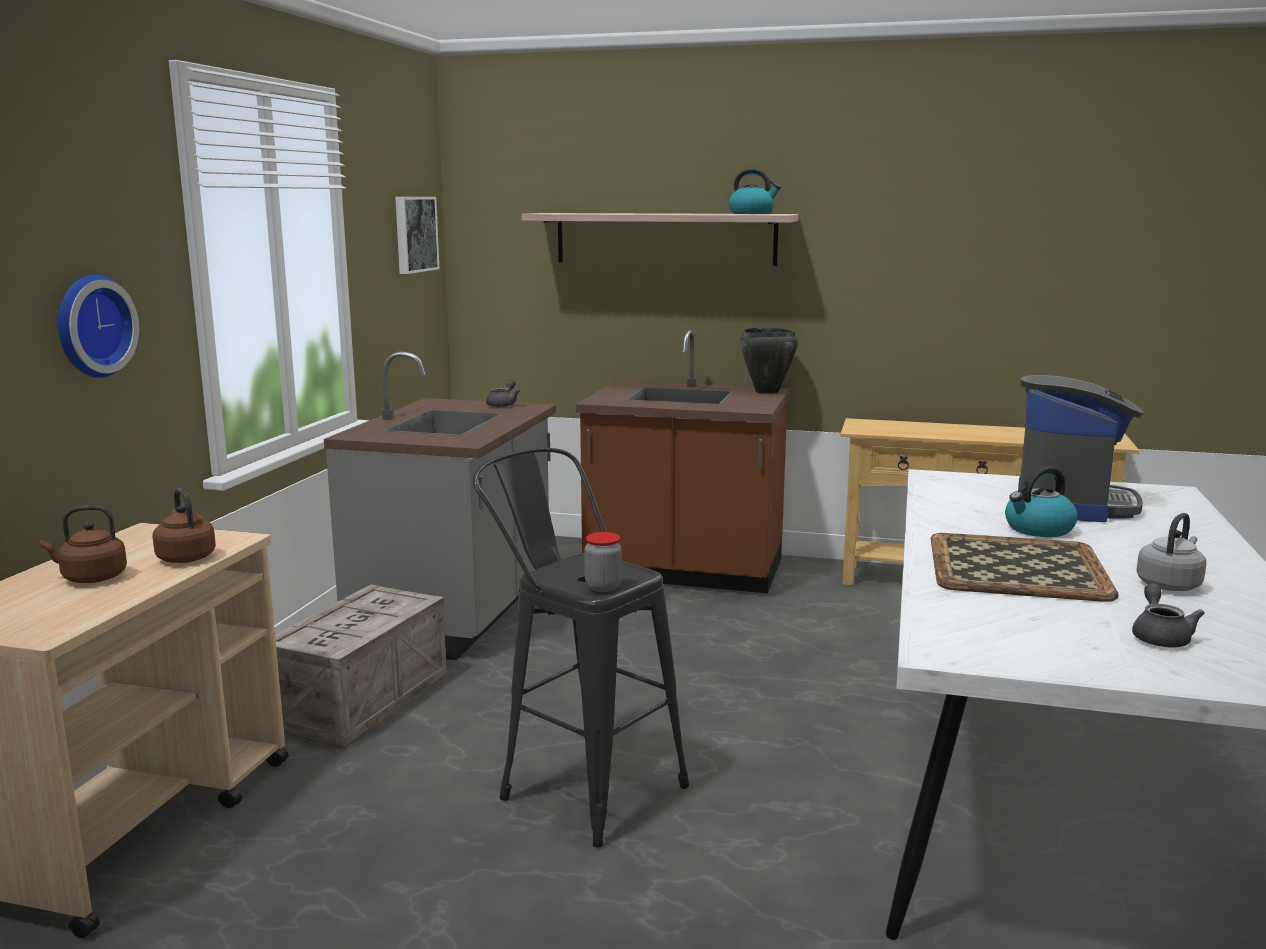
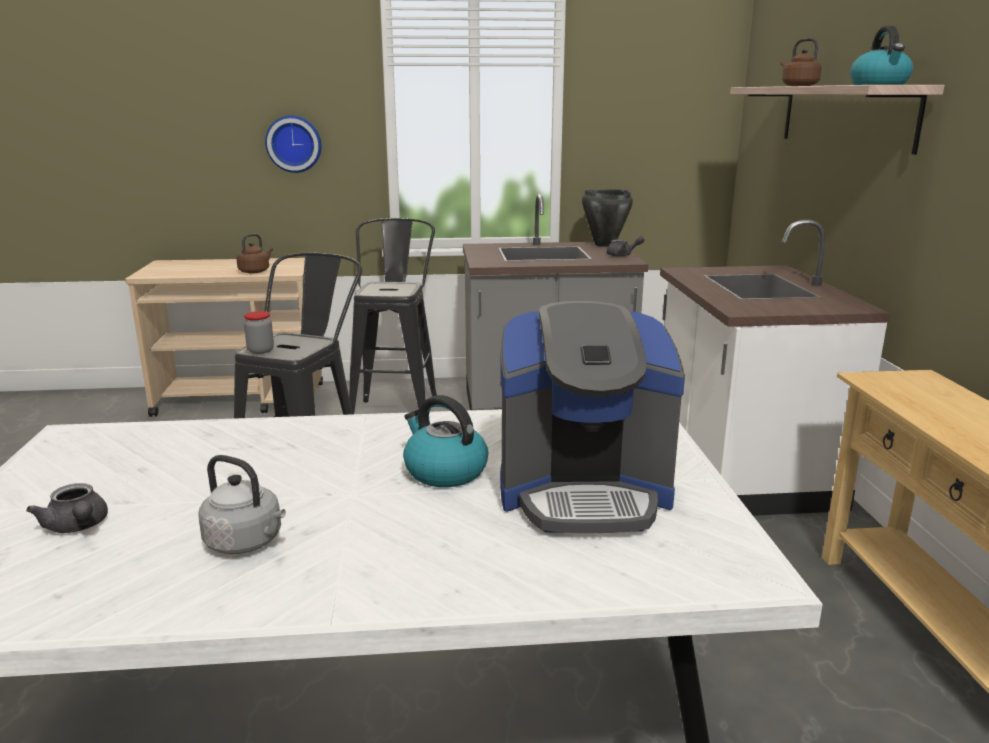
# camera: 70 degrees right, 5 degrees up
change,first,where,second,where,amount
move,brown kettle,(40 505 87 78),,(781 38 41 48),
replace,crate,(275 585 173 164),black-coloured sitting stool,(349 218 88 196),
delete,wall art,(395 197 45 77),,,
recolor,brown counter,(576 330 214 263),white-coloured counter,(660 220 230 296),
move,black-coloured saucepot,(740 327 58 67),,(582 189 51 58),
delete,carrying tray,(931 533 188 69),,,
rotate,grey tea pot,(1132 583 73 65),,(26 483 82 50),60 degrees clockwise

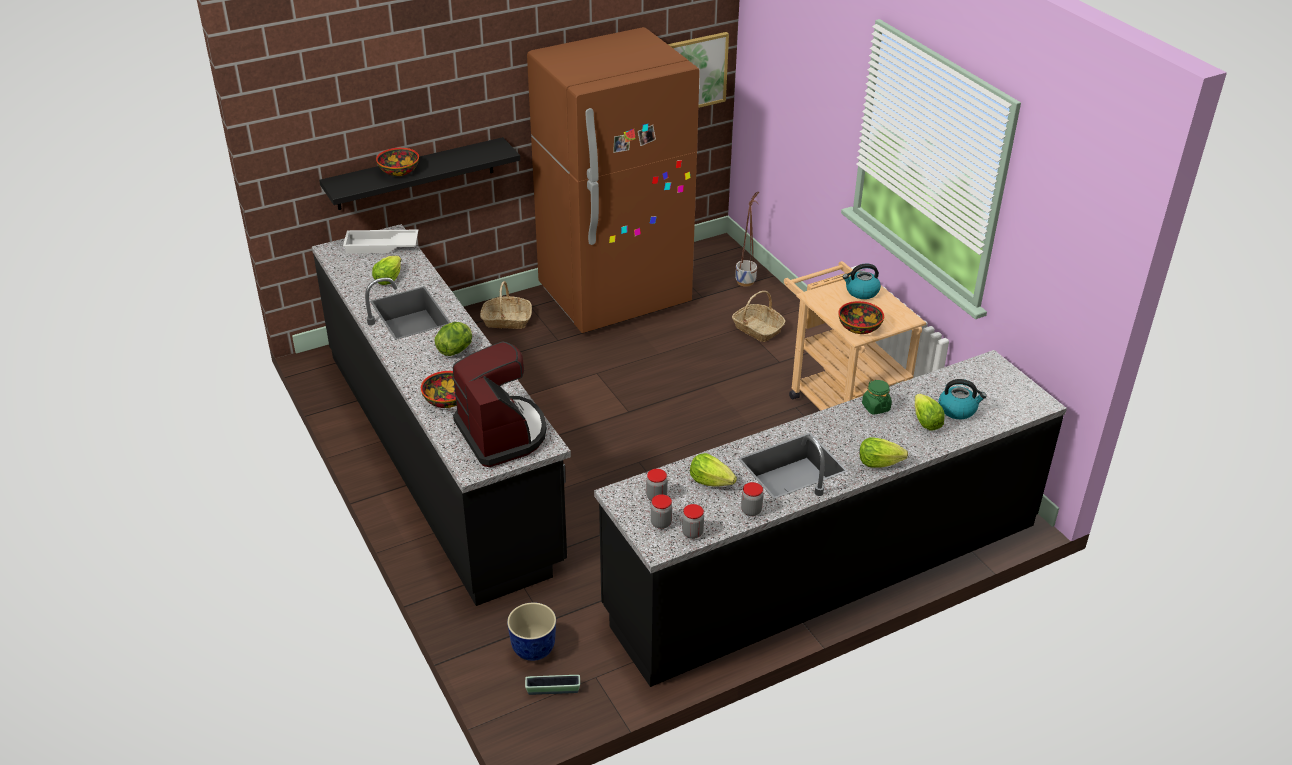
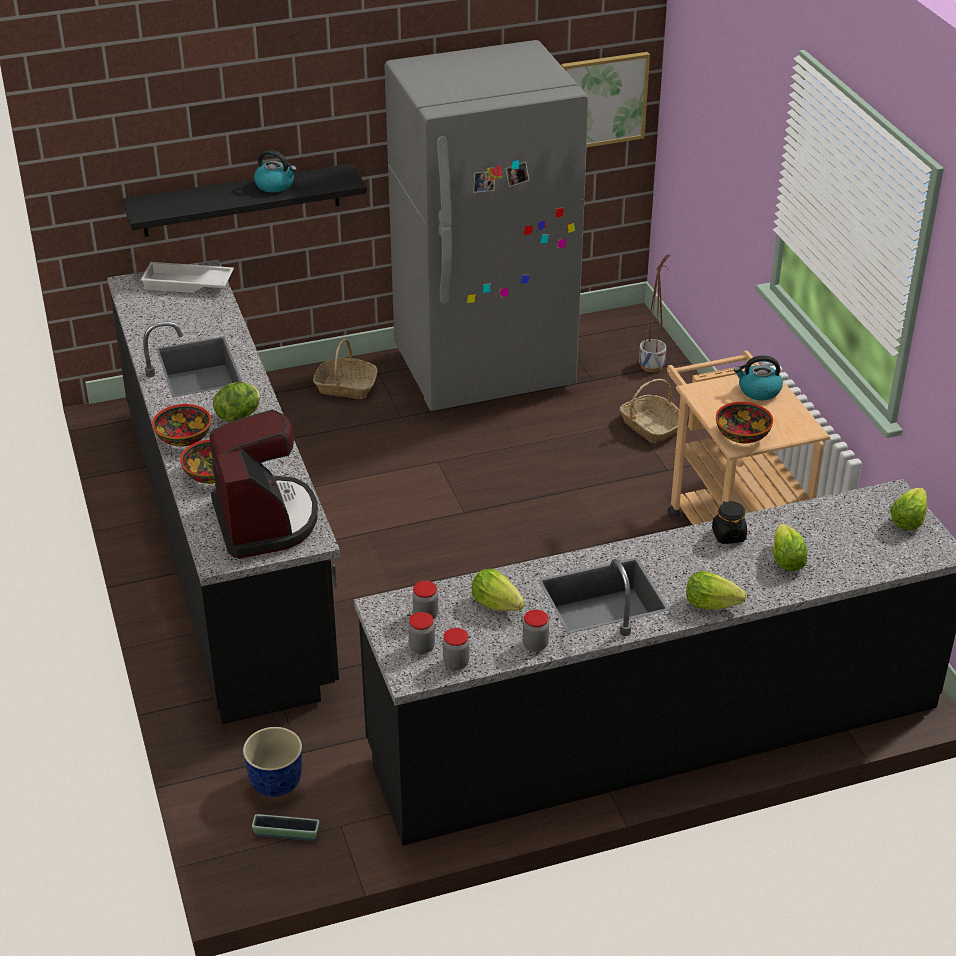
# camera: 10 degrees right, 0 degrees up
change,first,where,second,where,amount
move,lettuce head,(372 256 29 29),,(890 488 37 42),
move,serving bowl,(376 148 43 28),,(152 404 59 43),
recolor,brown fridge,(527 27 173 306),grey fridge,(384 40 204 371),
recolor,greenish preserve jar,(862 379 30 36),black-coloured preserve jar,(712 500 35 44),
move,kettle,(939 379 48 40),,(254 150 43 43),

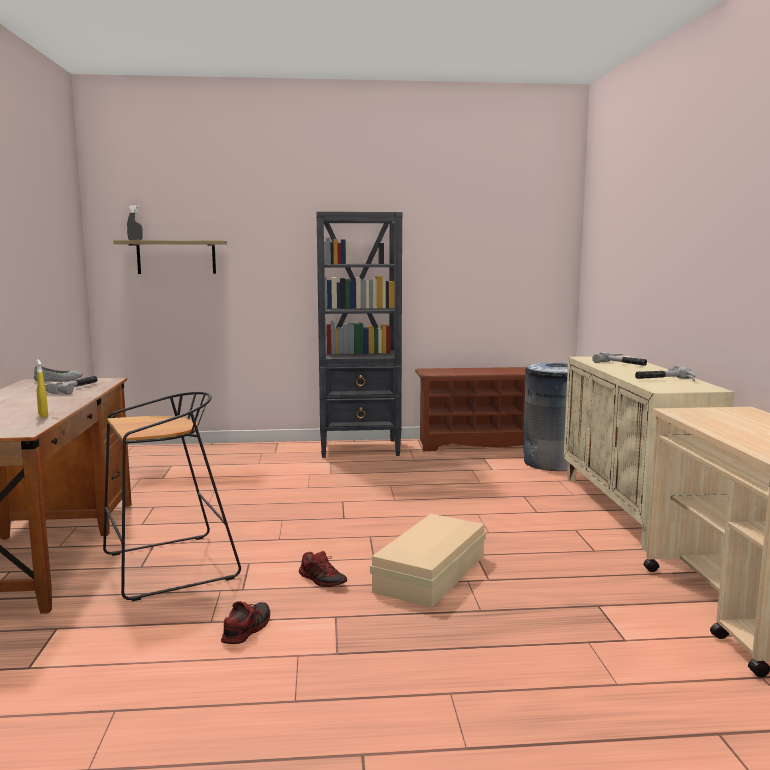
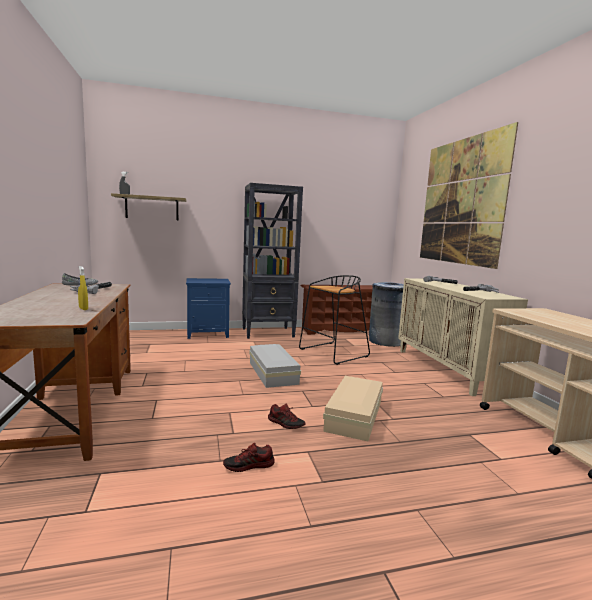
# camera: 10 degrees left, 0 degrees up
change,first,where,second,where,amount
move,black-coloured sitting stool,(103 392 138 210),,(299 275 71 90),
rotate,item of footwear,(221 601 49 43),,(223 443 52 29),120 degrees counterclockwise
insert,,,blue bedside table,(186 278 45 61),
insert,,,white-coloured storage box,(249 344 52 44),
insert,,,wall art,(420 122 98 147),

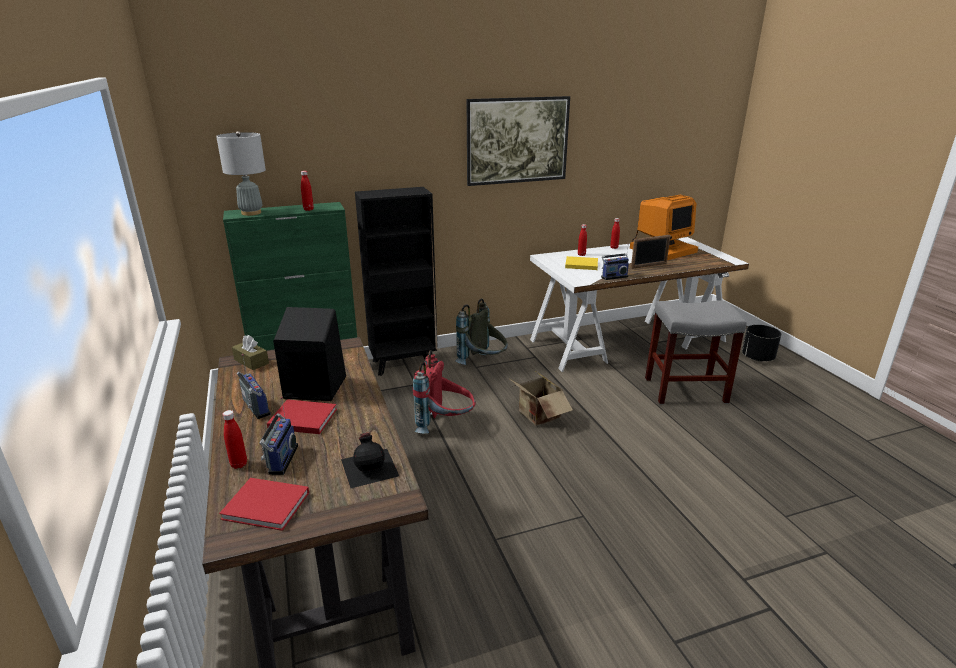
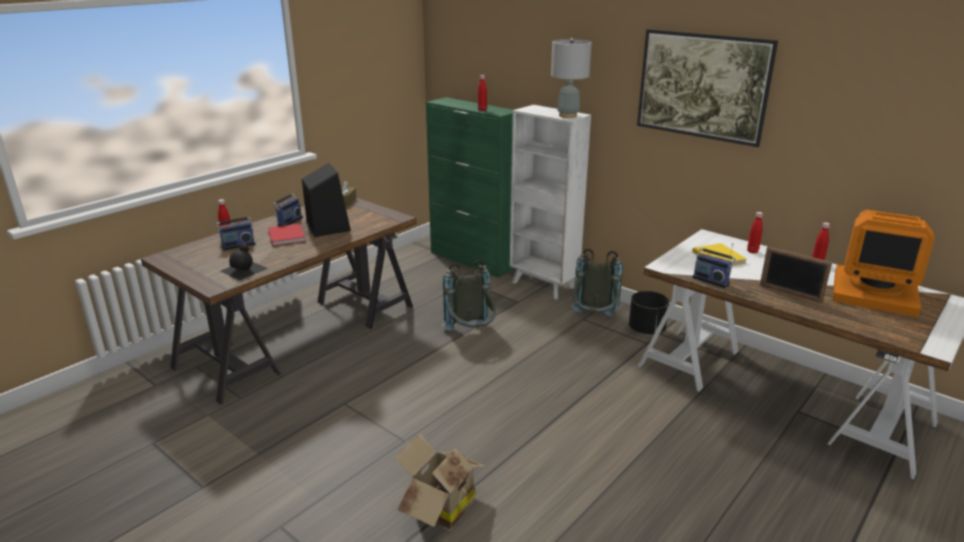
# camera: 60 degrees right, 0 degrees up
change,first,where,second,where,amount
move,grey table lamp,(216 131 50 85),,(551 38 41 80),
delete,red-coloured book,(219 478 90 53),,,
recolor,black-coloured bookshelf,(355 187 83 189),white-coloured bookshelf,(510 105 81 194),
recolor,red-coloured knapsack,(413 350 63 84),grey knapsack,(441 260 55 71),
move,packing box,(508 370 65 56),,(395 433 90 96),
delete,grey sitting stool,(645 300 101 104),,,
move,black-coloured planter,(742 325 39 36),,(629 291 40 43),

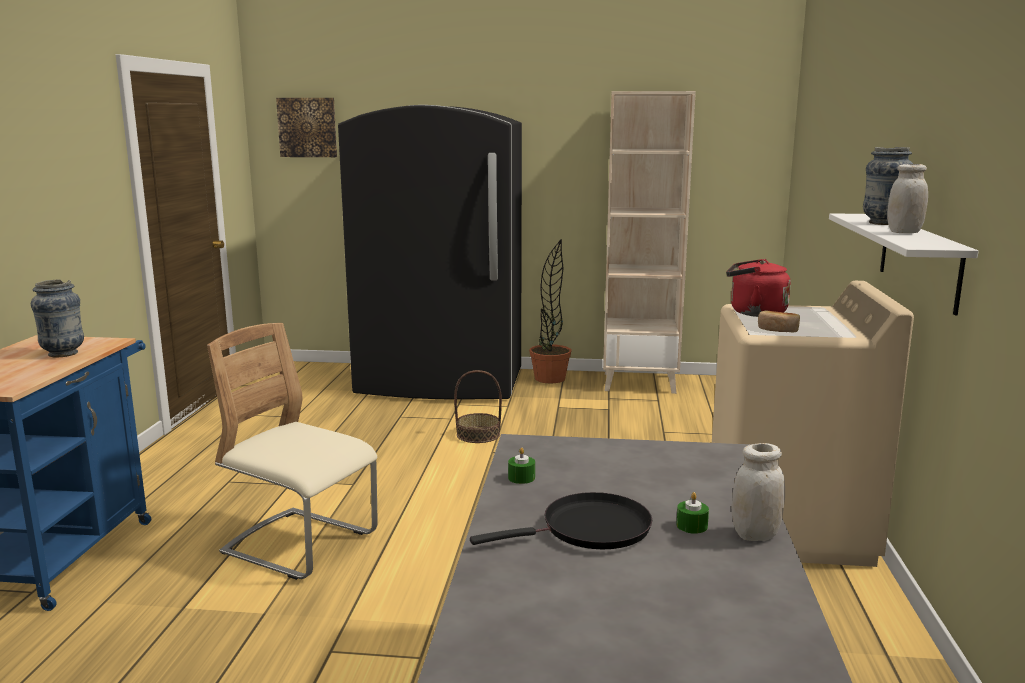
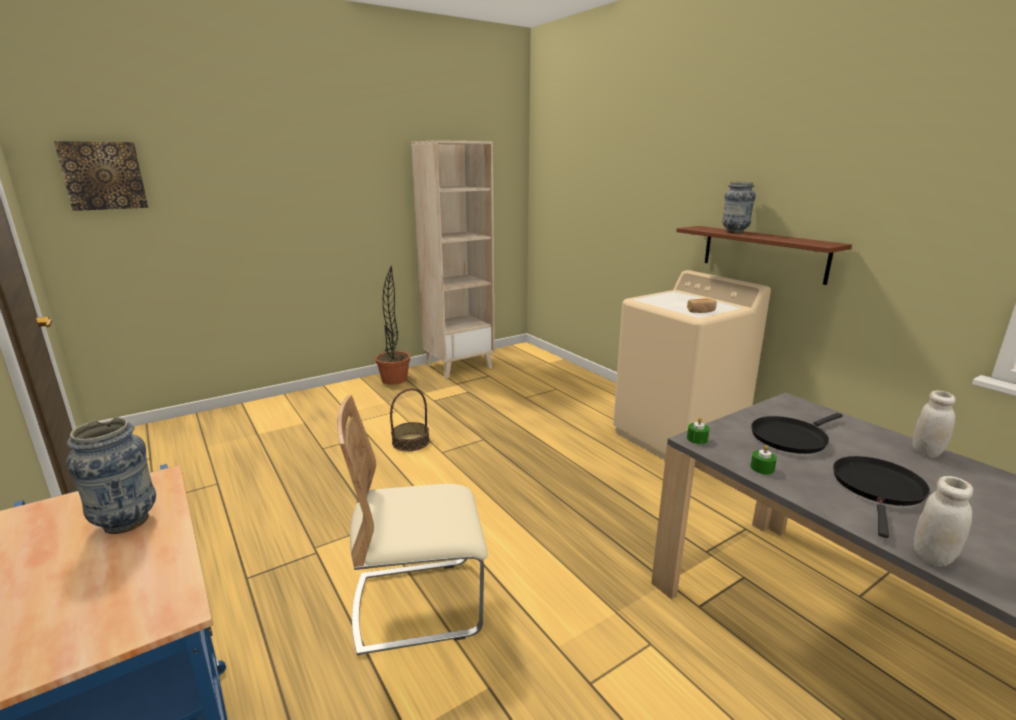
# camera: 40 degrees left, 5 degrees up
change,first,where,second,where,amount
delete,black-coloured fridge,(338 105 184 295),,,
move,greenish wax light,(676 492 33 42),,(687 417 23 27),
delete,red-coloured kettle,(726 259 65 58),,,
recolor,white-coloured wall shelf,(829 213 150 102),brown wall shelf,(676 226 176 59),
move,white-coloured preserve jar,(887 164 41 69),,(914 476 59 91),
insert,,,black-coloured frying pan,(751 413 92 41),

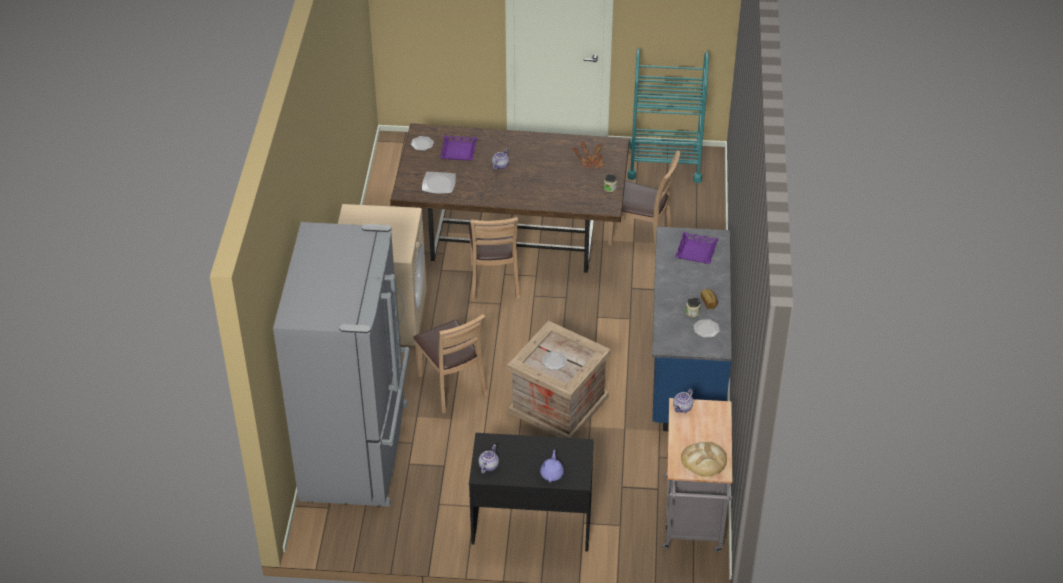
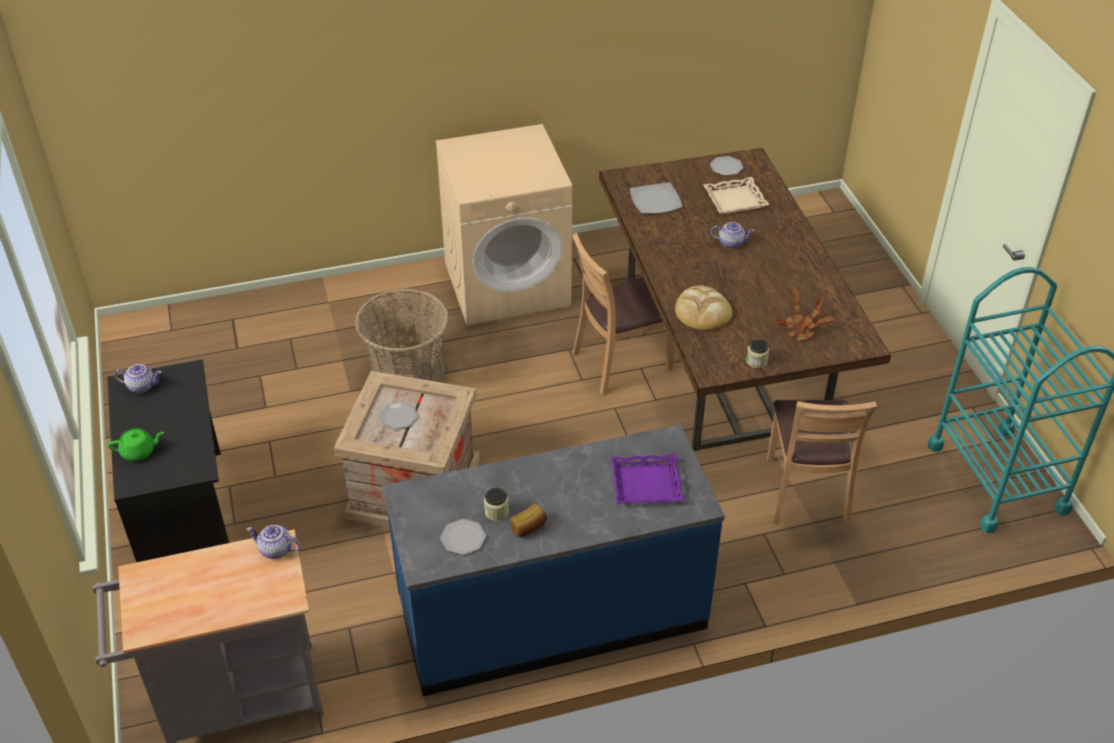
# camera: 70 degrees right, 0 degrees up
change,first,where,second,where,amount
delete,grey fridge,(273 222 137 285),,,
replace,brown plain chair,(414 314 73 99),household basket,(355 289 94 94),
recolor,purple carrying tray,(440 135 37 26),sand-coloured carrying tray,(703 177 67 37),
recolor,purple tea pot,(540 450 24 33),greenish tea pot,(108 428 56 33),
move,bread,(681 442 46 34),,(675 285 57 45),

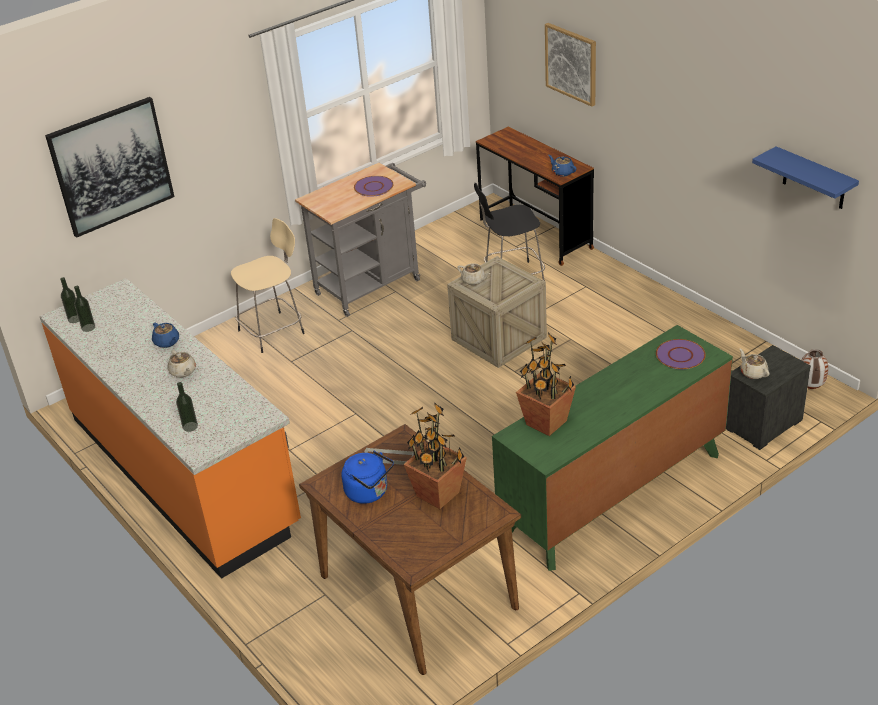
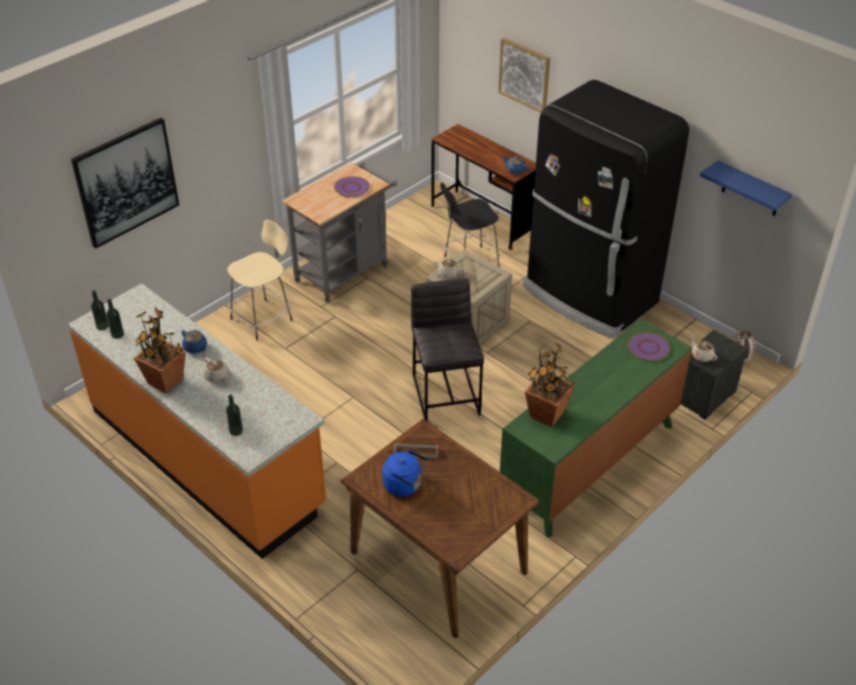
# camera: 10 degrees left, 5 degrees up
change,first,where,second,where,amount
move,potted plant,(403 402 64 107),,(134 307 52 86),
insert,,,grey sitting stool,(411 278 73 143),
insert,,,black-coloured fridge,(523 80 166 258),

